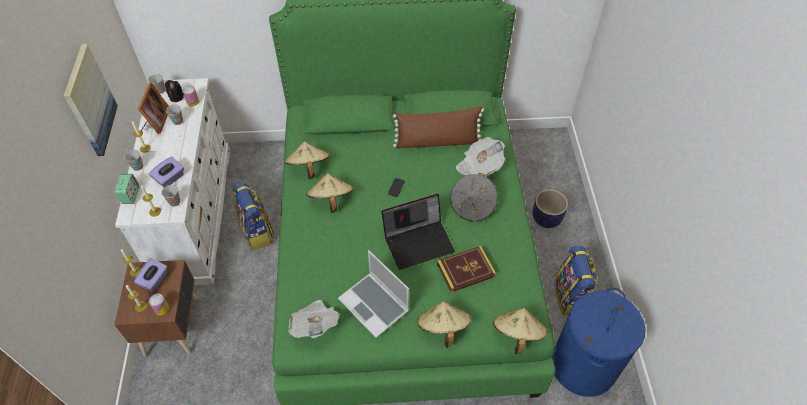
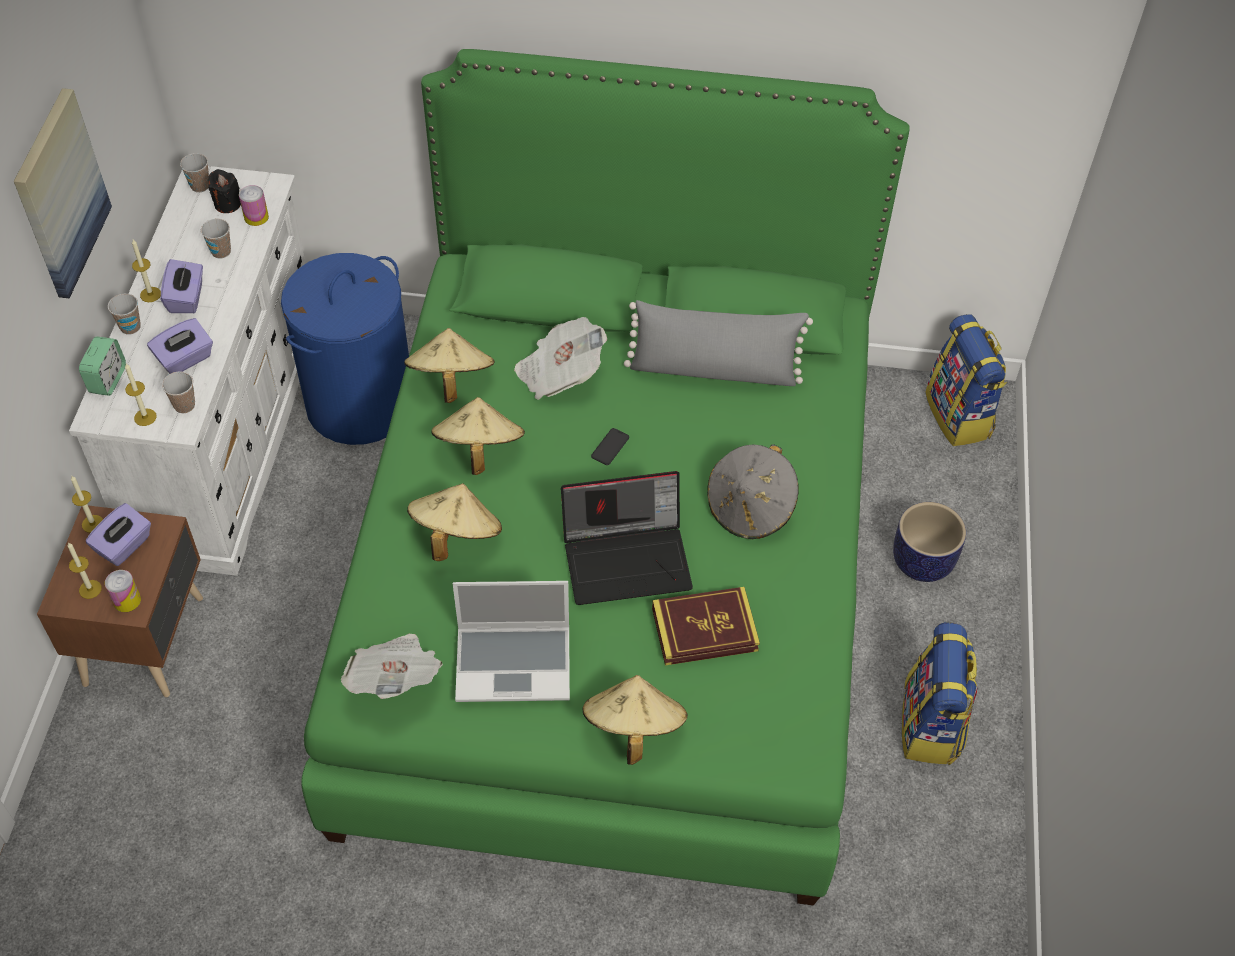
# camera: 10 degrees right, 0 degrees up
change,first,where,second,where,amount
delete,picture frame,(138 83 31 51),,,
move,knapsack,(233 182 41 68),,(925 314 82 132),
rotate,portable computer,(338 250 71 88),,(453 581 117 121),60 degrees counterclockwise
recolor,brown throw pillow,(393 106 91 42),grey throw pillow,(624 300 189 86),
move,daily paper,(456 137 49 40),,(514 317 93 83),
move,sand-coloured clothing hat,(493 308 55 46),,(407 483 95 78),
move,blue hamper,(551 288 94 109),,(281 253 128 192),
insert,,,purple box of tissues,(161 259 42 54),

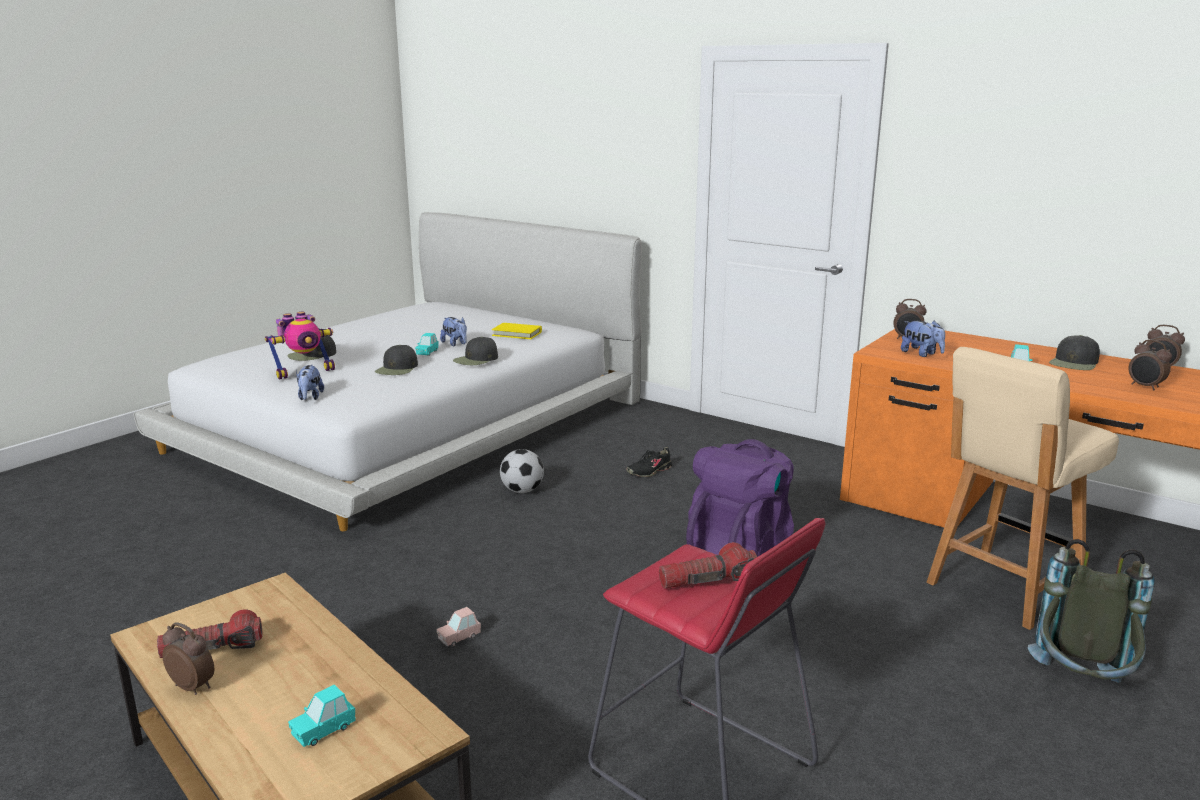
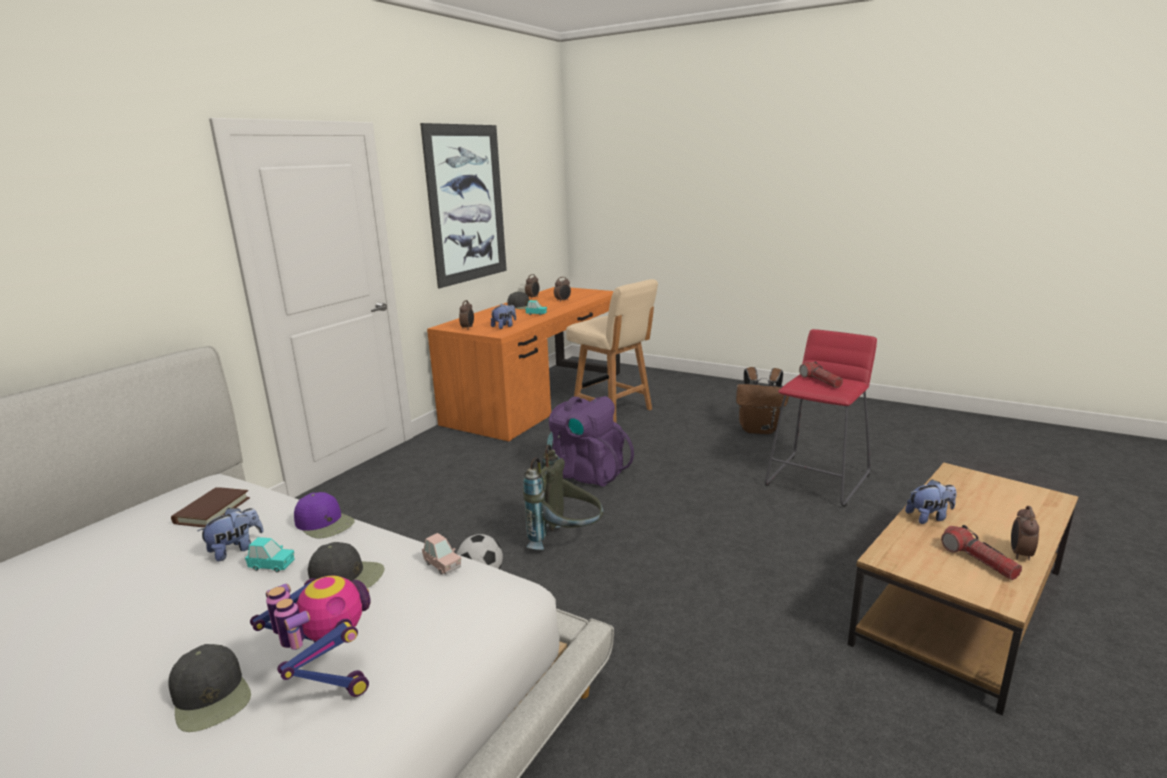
# camera: 95 degrees left, 0 degrees up
change,first,where,second,where,amount
delete,turquoise model car,(288 685 68 62),,,
move,soft toy,(296 365 28 35),,(905 479 52 45),
move,pink model car,(436 607 45 39),,(422 533 39 42),
recolor,black-coloured peaked cap,(453 337 45 28),purple peaked cap,(294 492 61 47),
recolor,yellowish book,(492 323 50 16),brown book,(171 487 79 40),
delete,black-coloured item of footwear,(626 447 46 30),,,
move,grey knapsack,(1028 539 127 144),,(523 445 81 105),
insert,,,wall art,(420 123 87 165),
insert,,,brown knapsack,(736 367 53 67),

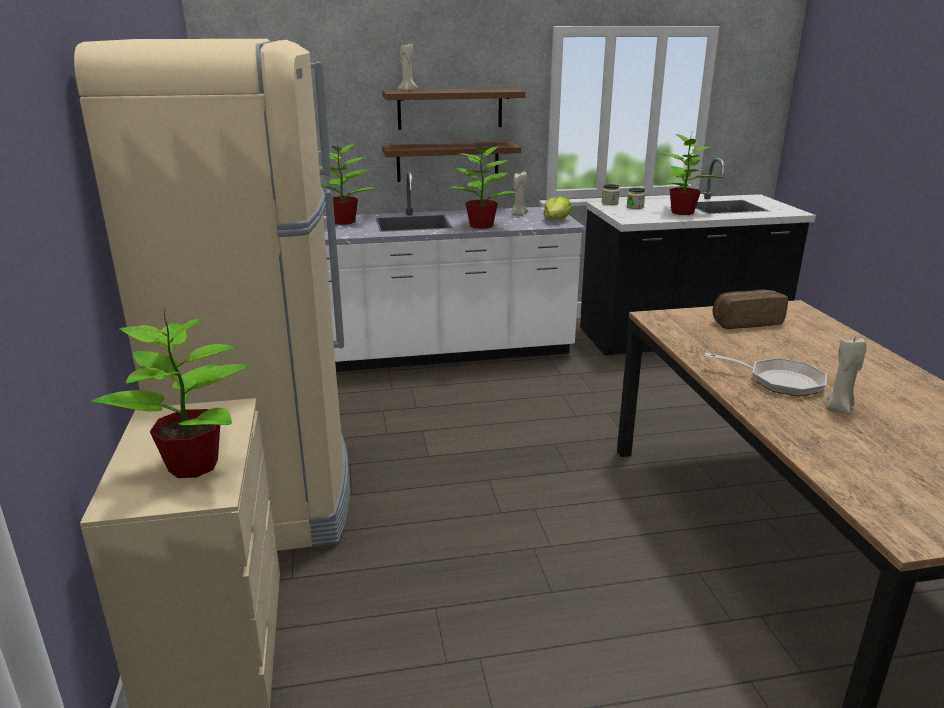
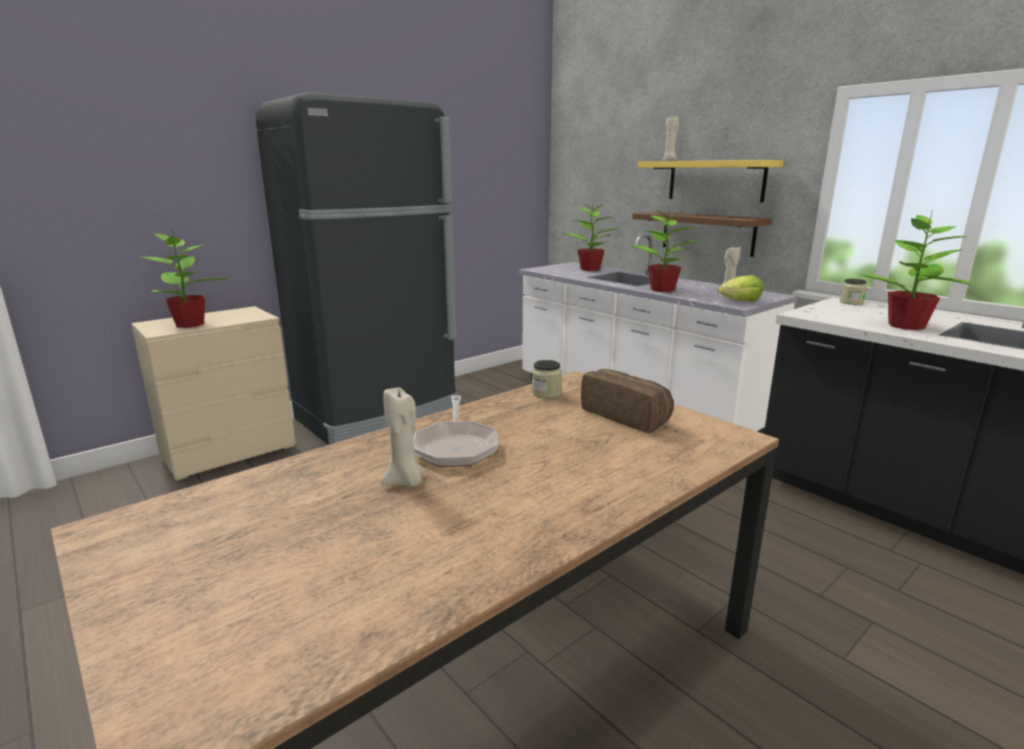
# camera: 60 degrees right, 5 degrees down
change,first,where,second,where,amount
recolor,sand-coloured fridge,(74 39 276 512),black-coloured fridge,(256 92 202 353),
recolor,brown wall shelf,(382 88 144 42),yellowish wall shelf,(638 160 146 42),
move,preserve jar,(627 188 18 21),,(532 360 30 38),

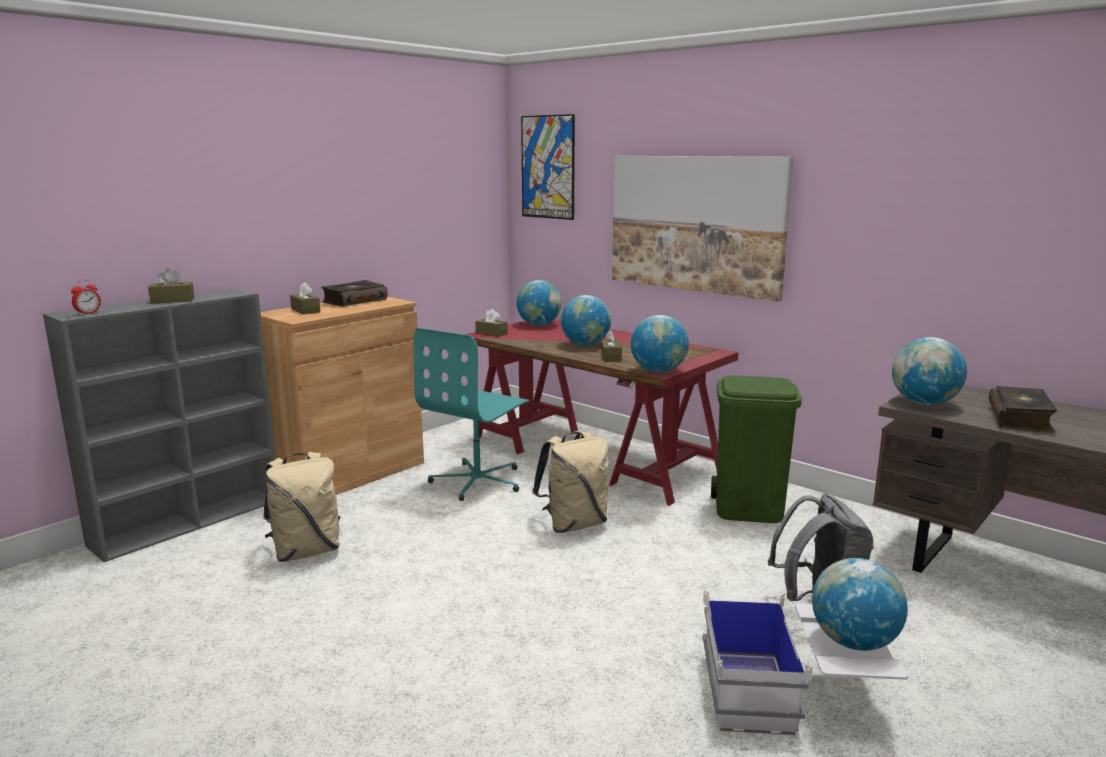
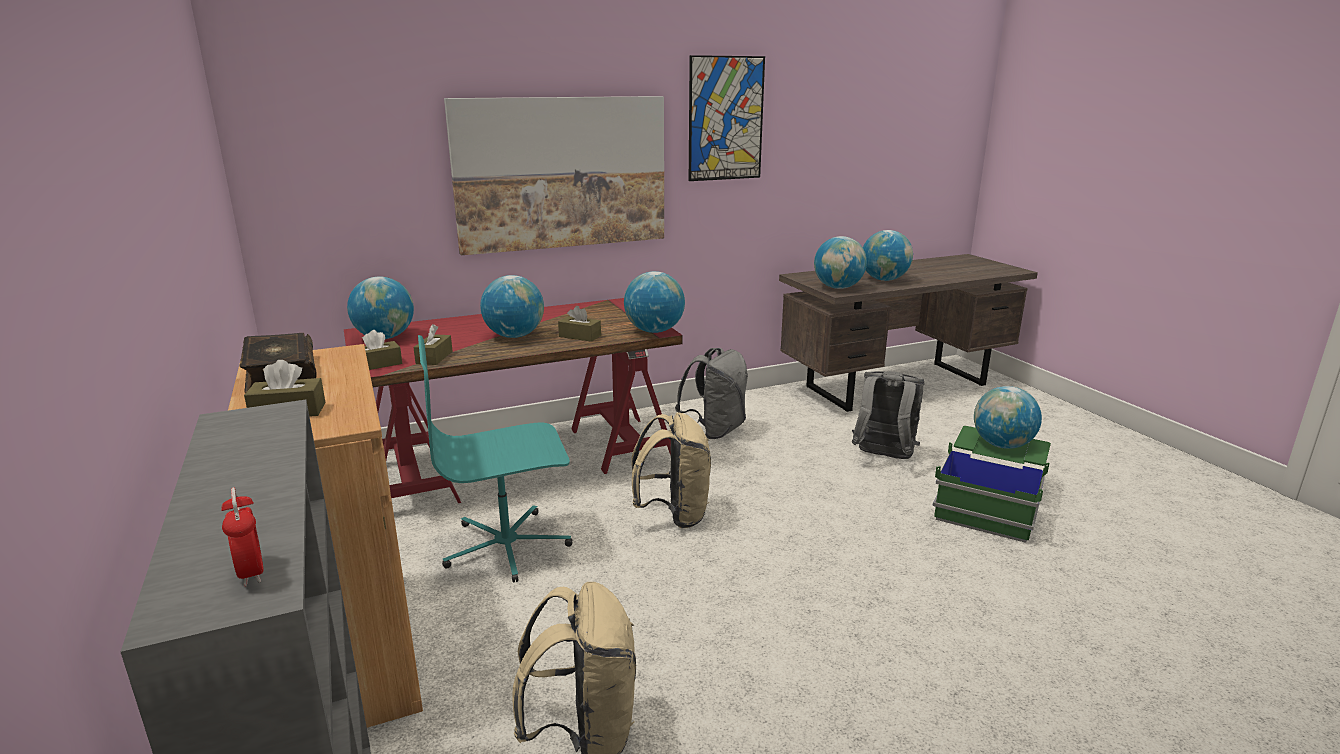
# camera: 65 degrees left, 5 degrees up
change,first,where,second,where,amount
move,brown box of tissues,(148 268 47 35),,(413 324 40 41),
rotate,turquoise desk chair,(414 328 115 173),,(418 335 154 248),105 degrees clockwise
move,wall art,(521 114 54 106),,(689 55 76 126),
recolor,white-coloured storage box,(703 590 205 145),greenish storage box,(932 426 119 117),
replace,greenish trash can,(711 376 91 147),grey knapsack,(675 348 73 91),
replace,book,(989 386 68 46),world globe,(863 230 50 51),

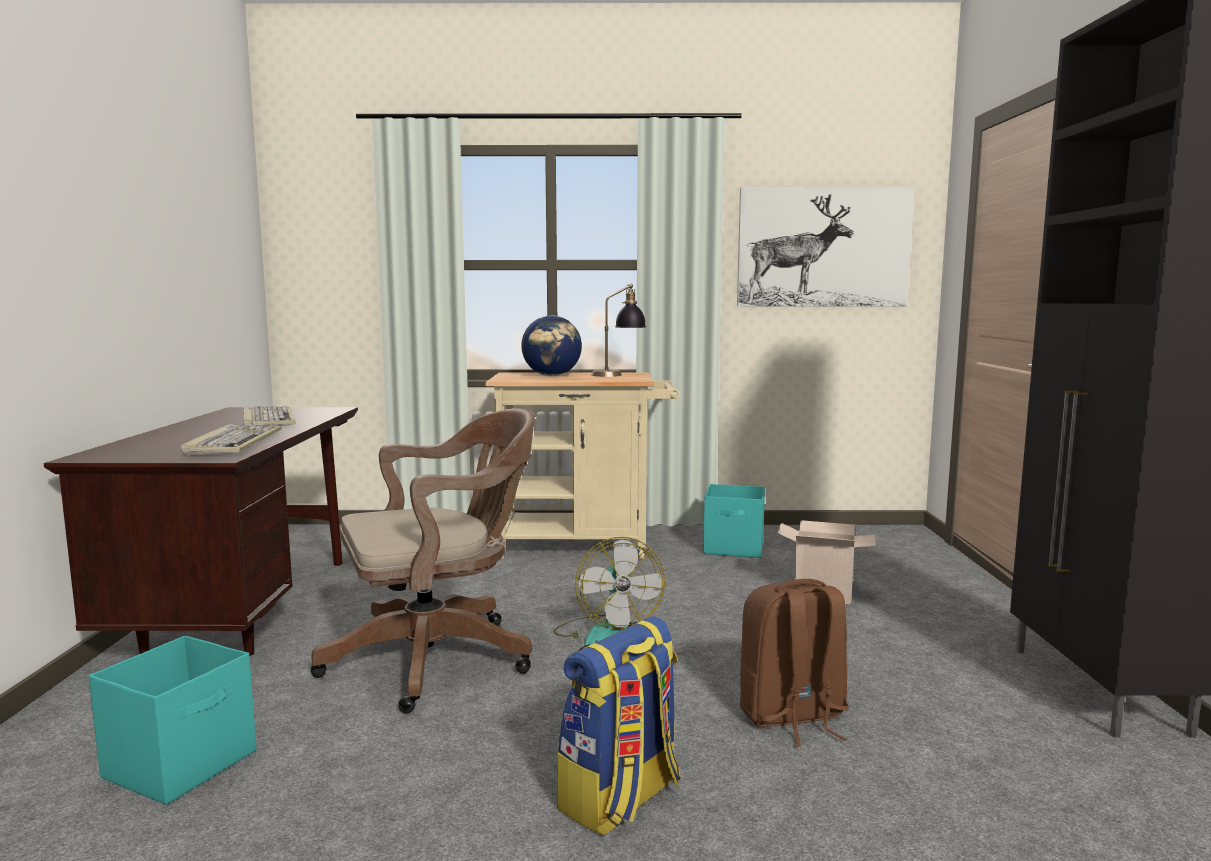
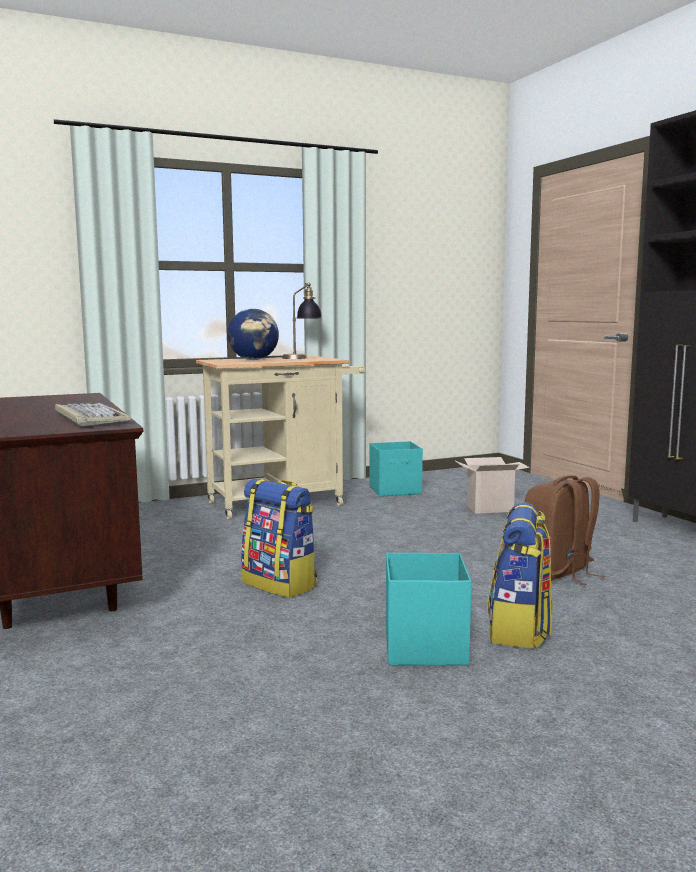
# camera: 25 degrees left, 0 degrees up
change,first,where,second,where,amount
move,turquoise storage box,(89 635 168 170),,(386 553 85 113),
delete,PC keyboard,(243 406 52 20),,,
replace,brown desk chair,(311 409 224 304),knapsack,(241 478 76 120),
delete,cooling fan,(553 537 112 109),,,
delete,wall art,(737 187 177 120),,,

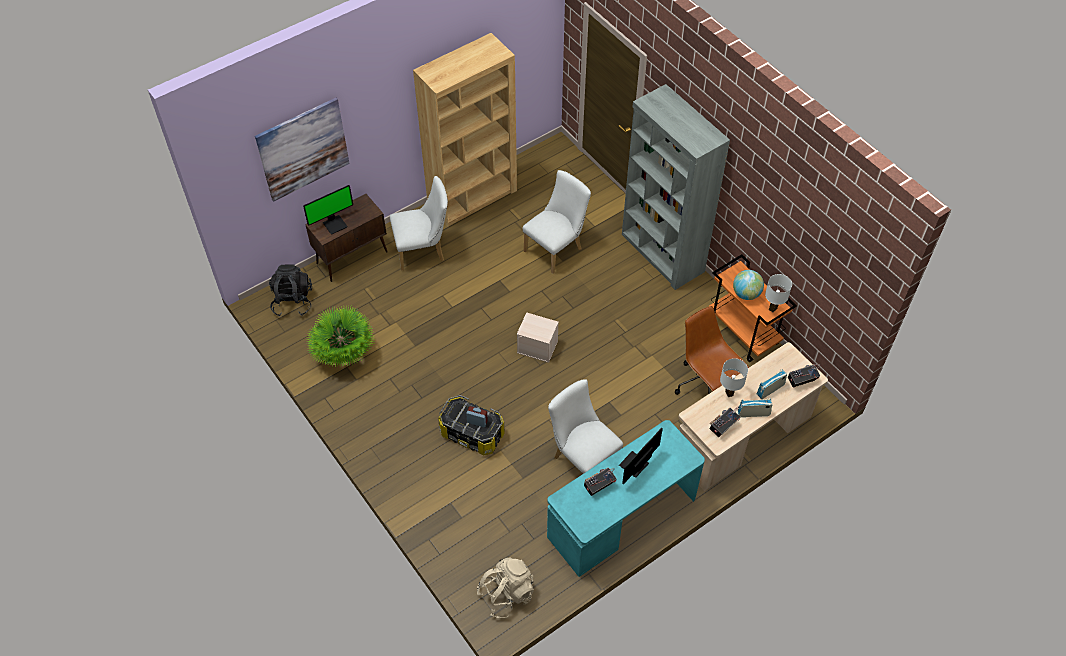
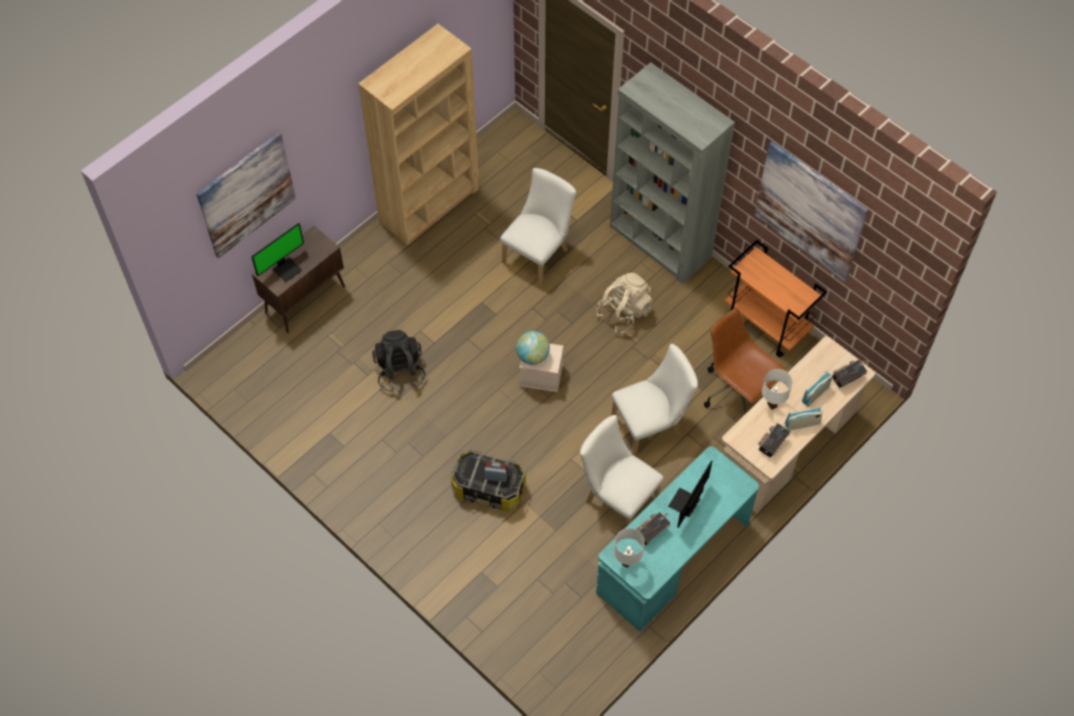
# camera: 10 degrees left, 5 degrees up
change,first,where,second,where,amount
move,black-coloured knapsack,(269 264 43 52),,(372 330 54 62),
delete,potted plant,(306 306 67 61),,,
move,white-coloured plain chair,(390 176 58 95),,(611 344 87 112),
move,sand-coloured knapsack,(477 557 57 61),,(596 273 57 60),
move,world globe,(733 270 31 30),,(516 331 34 34),
move,white-coloured table lamp,(765 274 27 38),,(614 528 31 40),
insert,,,wall art,(754 141 115 141),

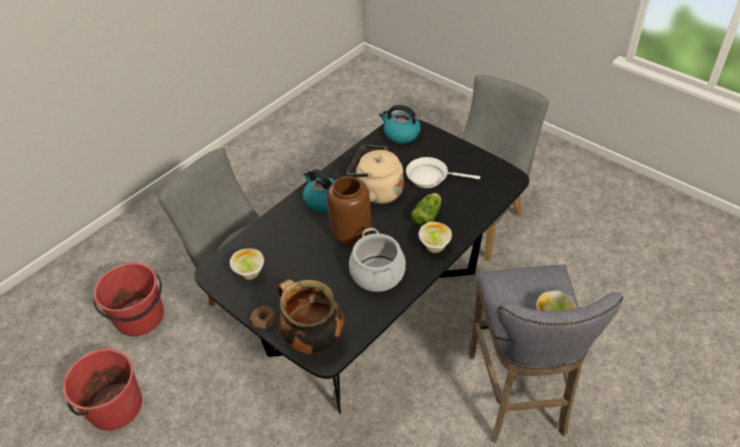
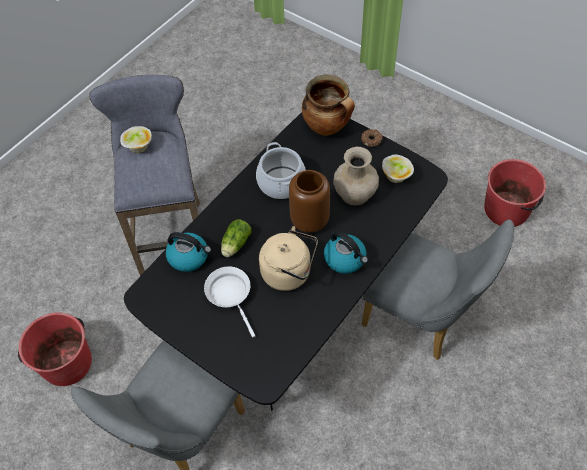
# camera: 175 degrees right, 10 degrees up
change,first,where,second,where,amount
move,red-coloured bucket,(93 262 71 74),,(18 312 74 74),
move,kettle,(379 105 42 39),,(166 232 45 40),
rotate,white-coloured frying pan,(406 157 74 31),,(204 266 51 72),120 degrees counterclockwise
delete,serving bowl,(418 222 34 31),,,
insert,,,sand-coloured flower vase,(333 147 46 59),

